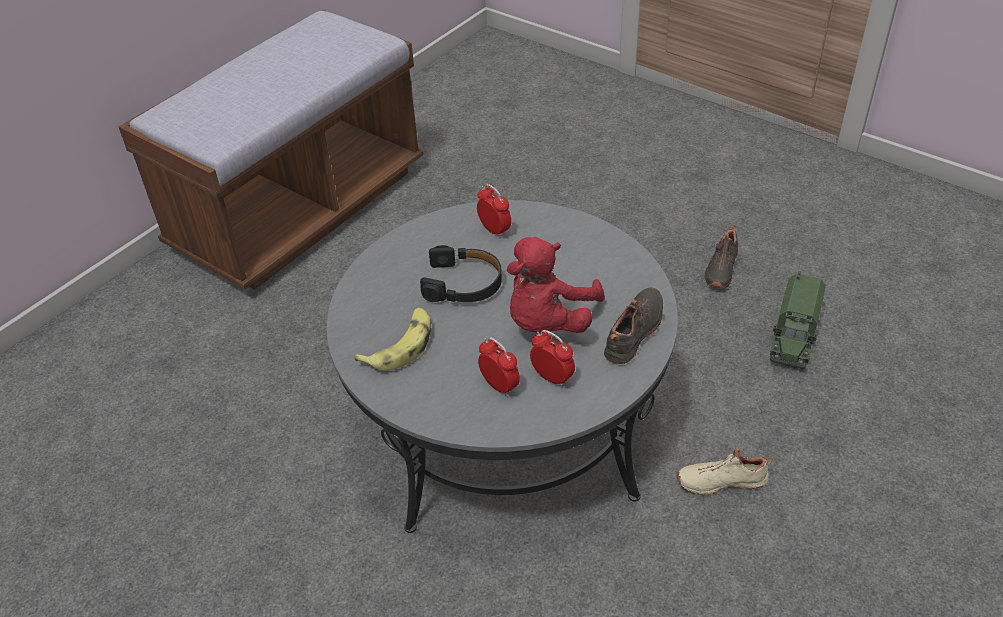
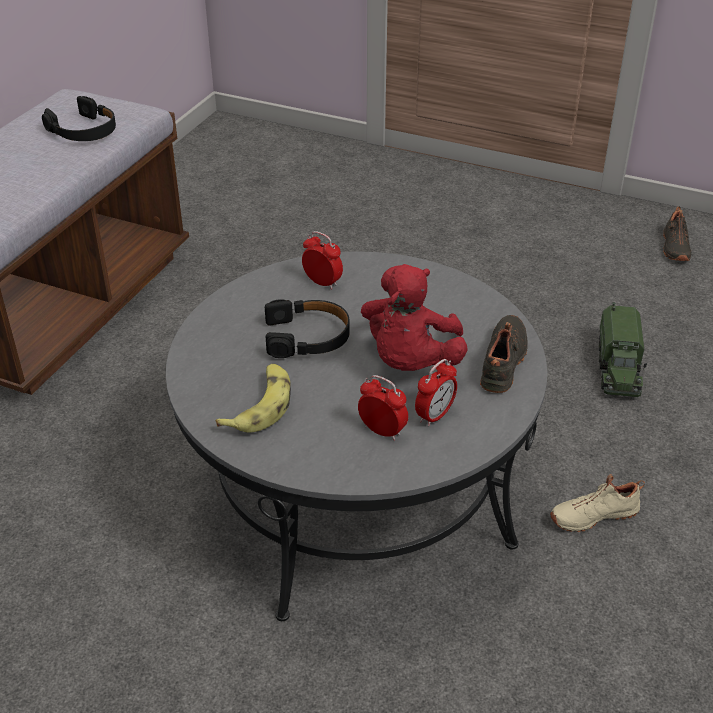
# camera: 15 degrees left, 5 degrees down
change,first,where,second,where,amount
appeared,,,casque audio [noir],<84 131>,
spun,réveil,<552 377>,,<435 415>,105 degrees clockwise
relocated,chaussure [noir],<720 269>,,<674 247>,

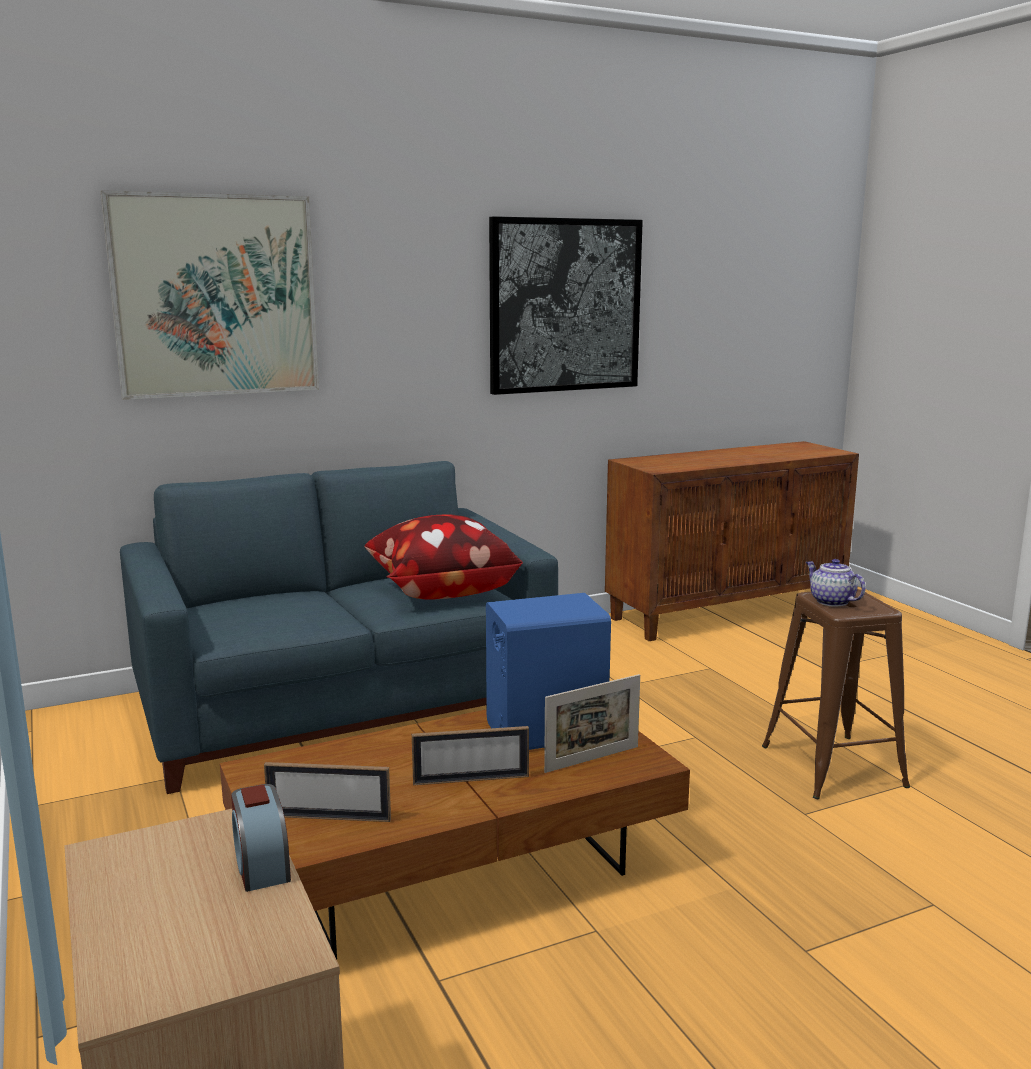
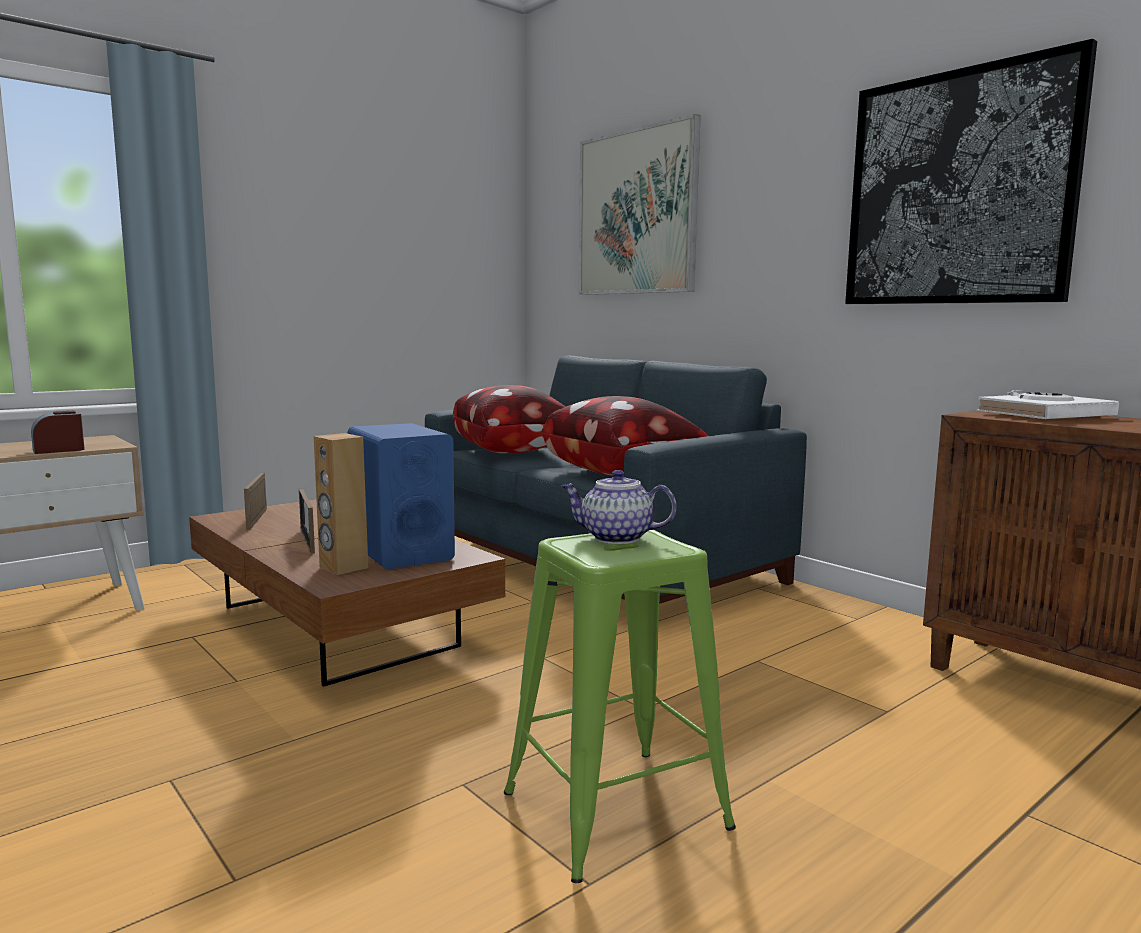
# camera: 75 degrees right, 5 degrees down
change,first,where,second,where,amount
exchanged,cadre photo,<592 759>,enceinte [marron],<343 567>,
appeared,,,coussin,<514 451>,
colour,tabouret [marron],<833 767>,tabouret [vert],<613 810>,
spun,théière,<831 601>,,<615 538>,120 degrees counterclockwise
appeared,,,livre [blanc],<1044 415>,

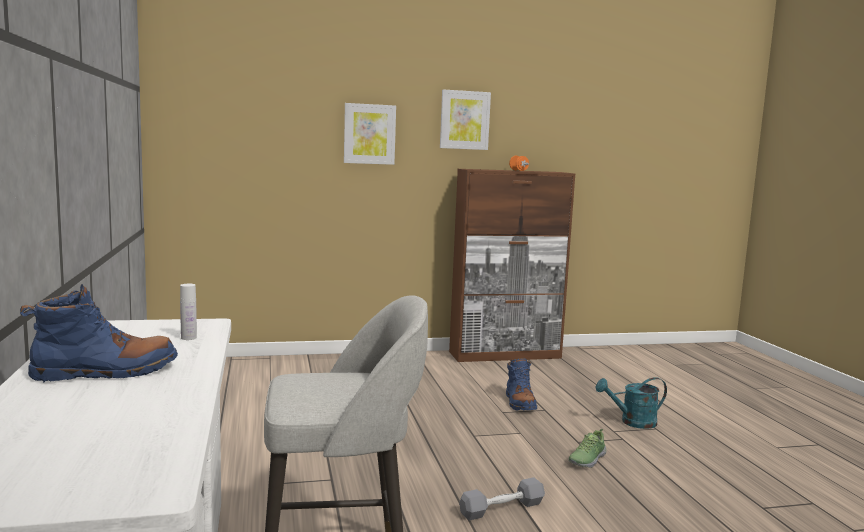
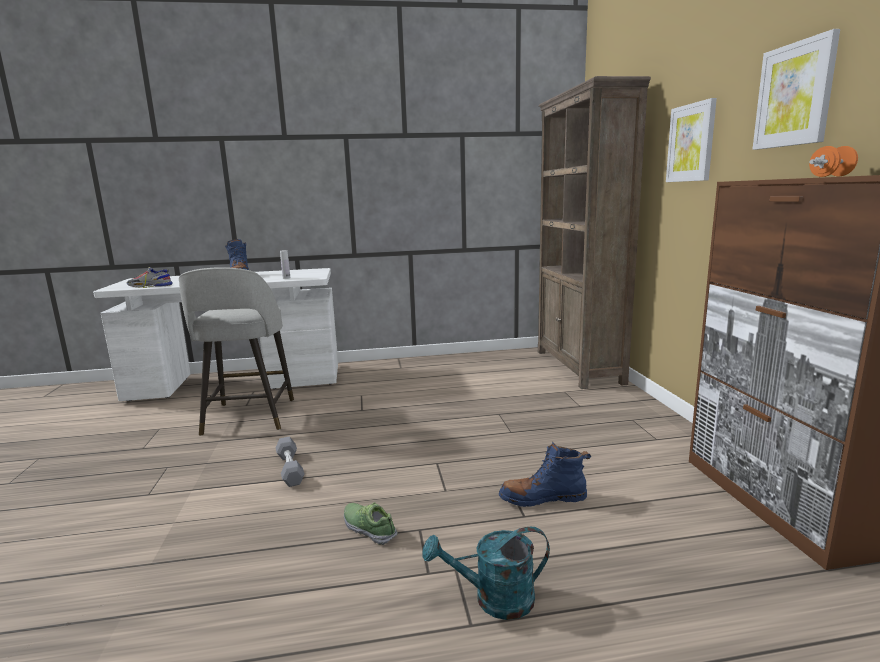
# camera: 95 degrees right, 5 degrees up
change,first,where,second,where,amount
appeared,,,chaussure,<150 286>,
spun,arrosoir [turquoise],<632 422>,,<493 600>,90 degrees counterclockwise
appeared,,,bibliothèque [marron],<578 367>,

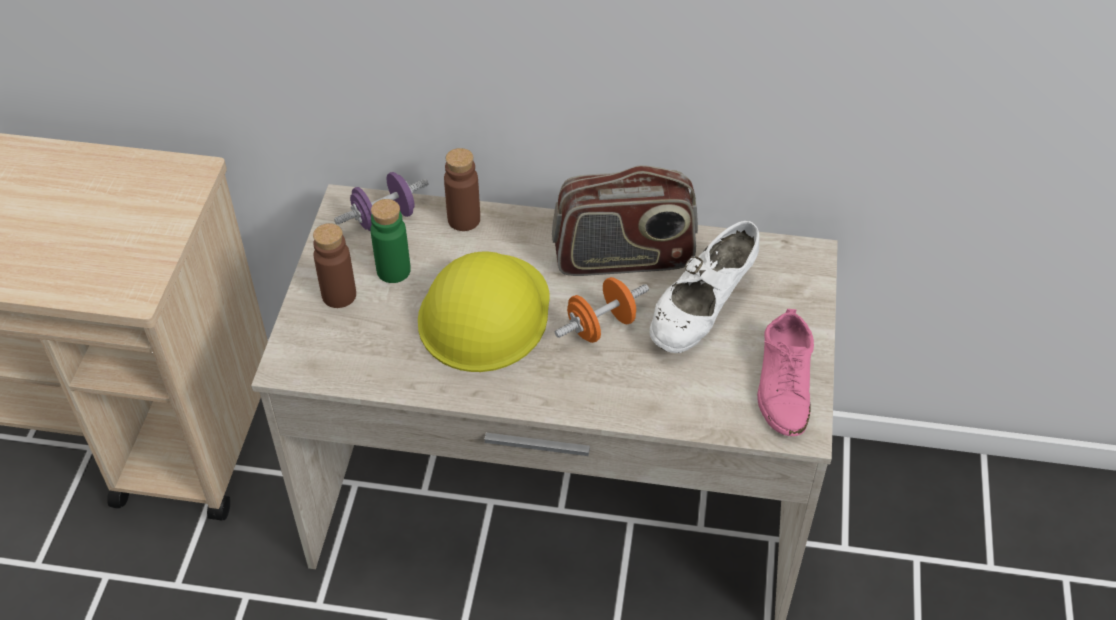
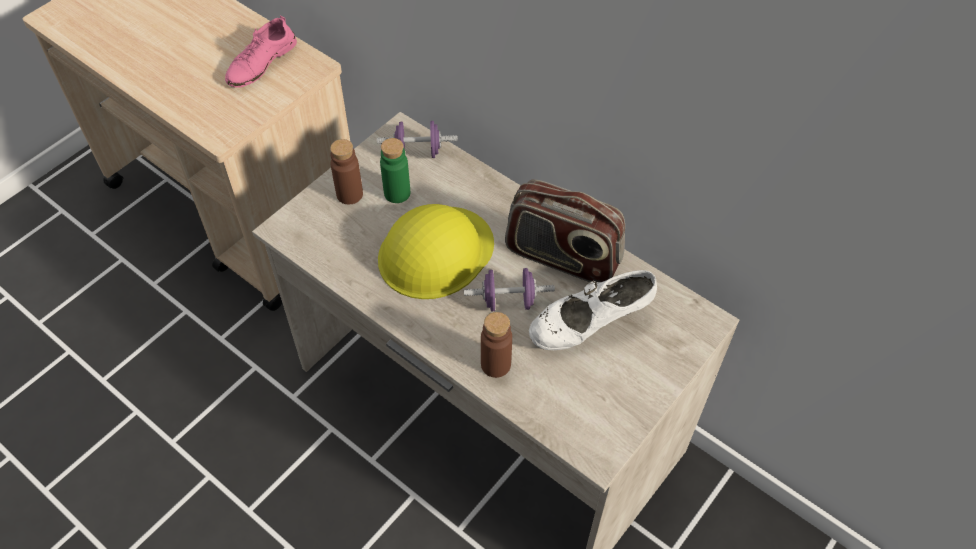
# camera: 30 degrees right, 5 degrees up
change,first,where,second,where,amount
relocated,chaussure [rose],<784 384>,,<261 62>,
colour,haltère [orange],<601 326>,haltère [violet],<508 301>,
relocated,bouteille [marron],<464 219>,,<495 364>,

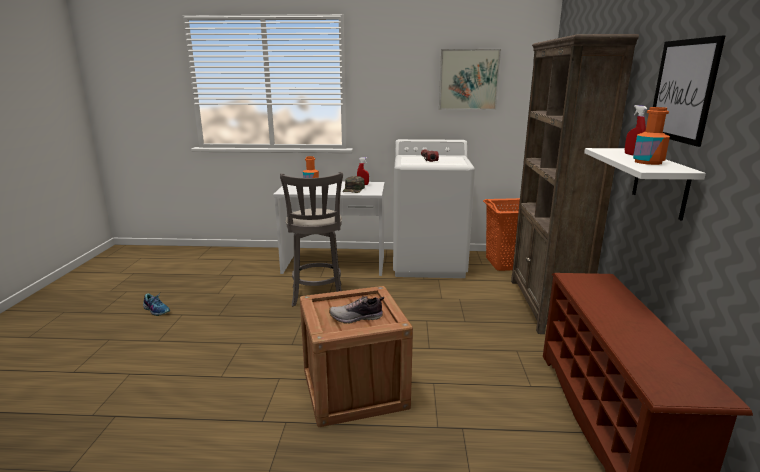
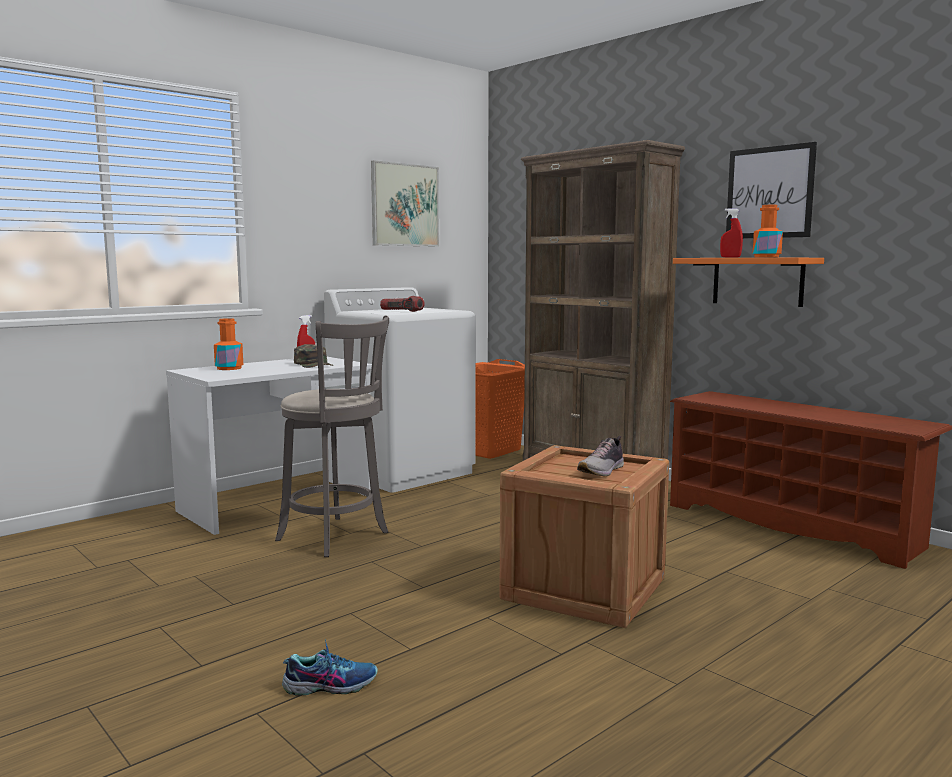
# camera: 45 degrees left, 10 degrees down
change,first,where,second,where,amount
relocated,chaussure,<157 310>,,<330 685>,
colour,étagère [blanc],<660 182>,étagère [orange],<757 281>,

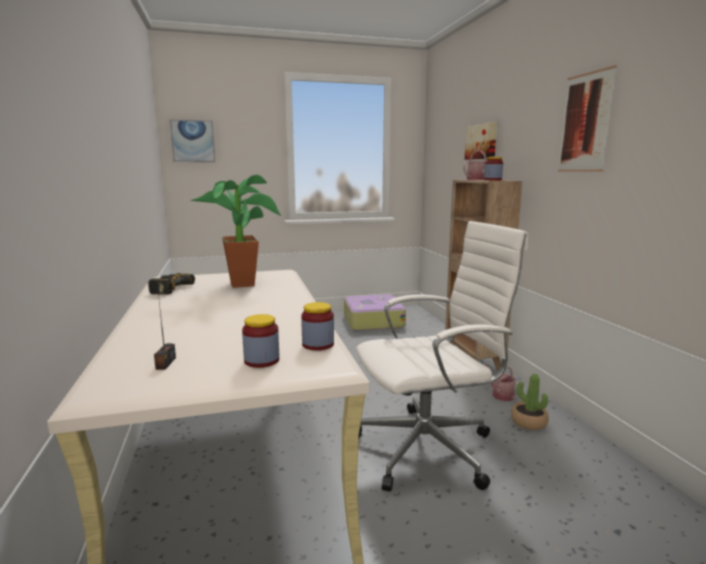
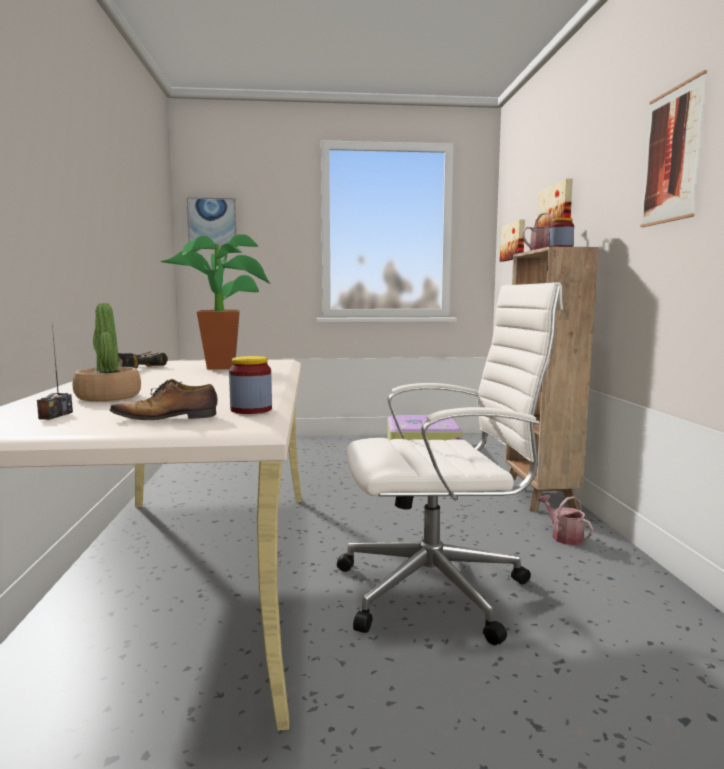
# camera: 10 degrees right, 5 degrees down
change,first,where,second,where,amount
relocated,plante en pot,<528 422>,,<108 397>,
exchanged,bocal,<261 360>,chaussure,<167 418>,
appeared,,,tableau,<514 241>,

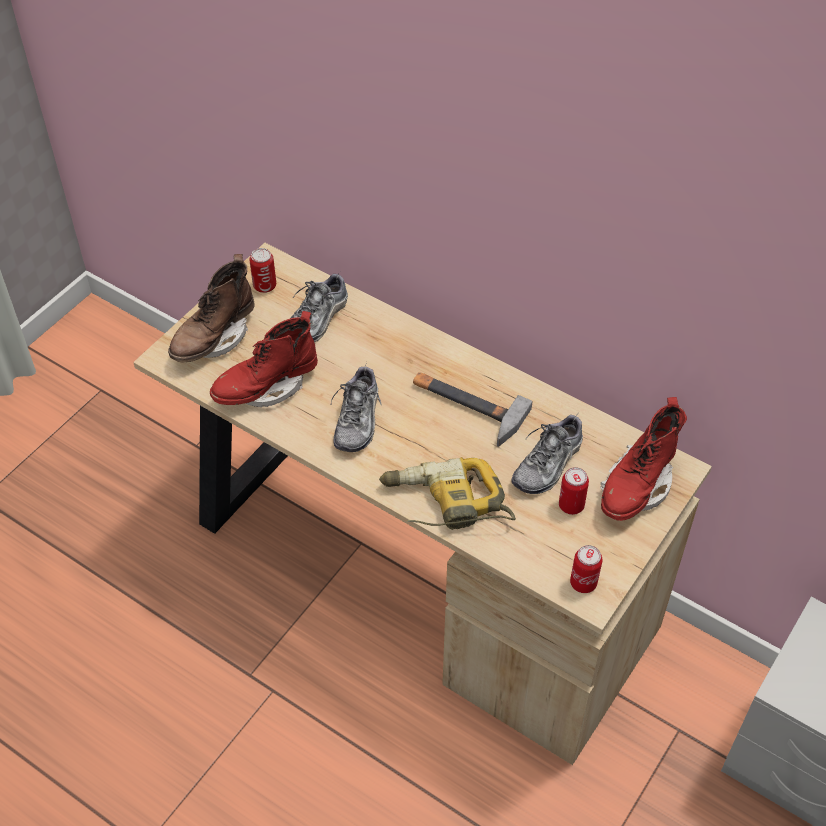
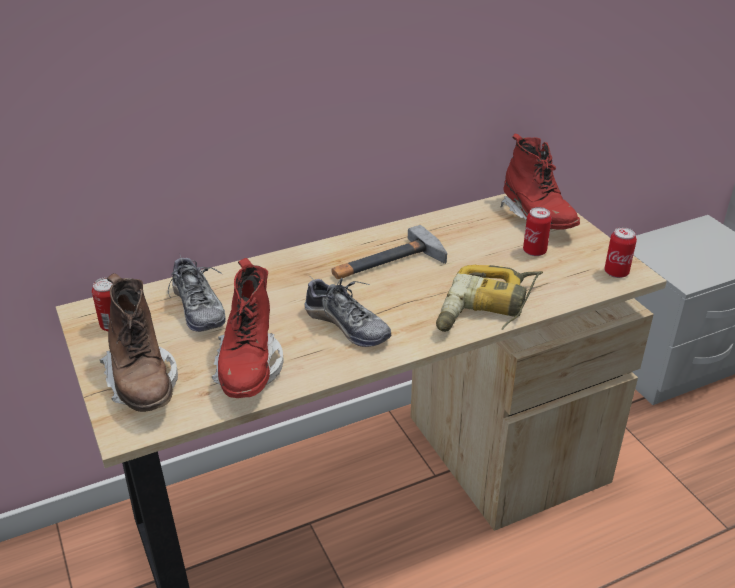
# camera: 60 degrees left, 15 degrees down
change,first,where,second,where,amount
missing,chaussure,<548 464>,,,

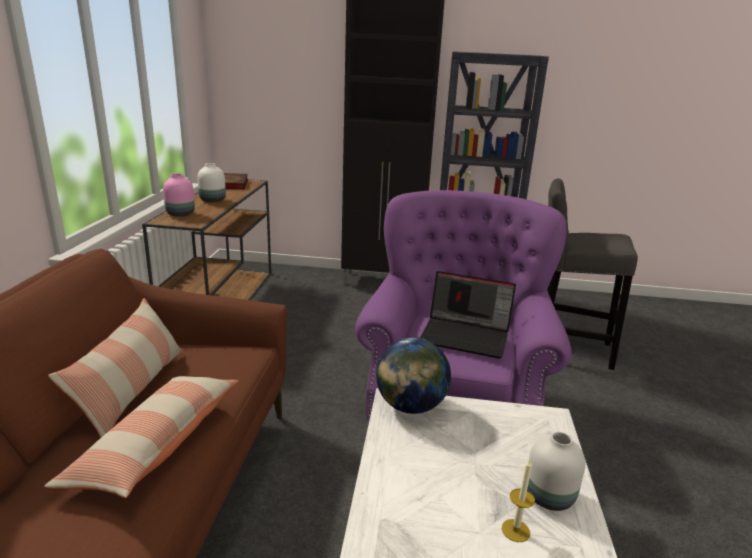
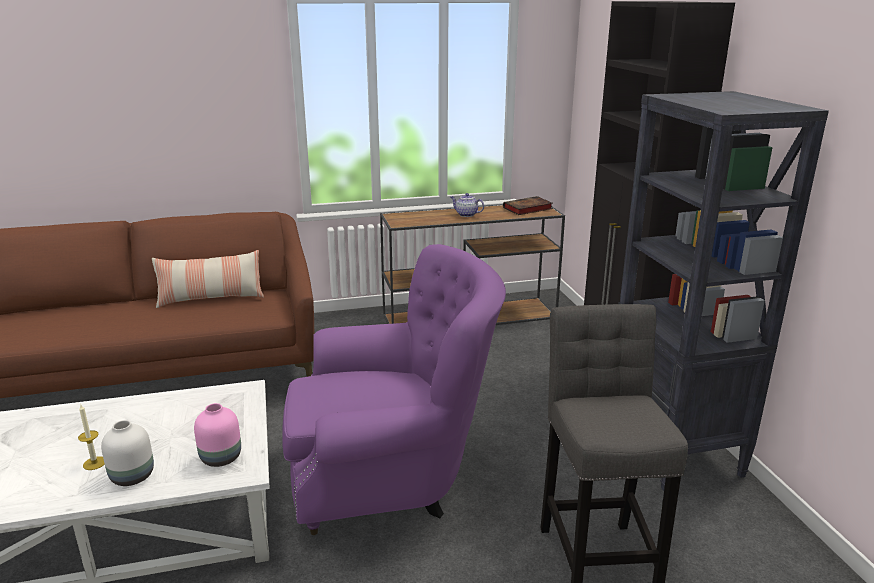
# camera: 70 degrees right, 0 degrees up
change,first,where,second,where,amount
relocated,vase [rose],<181 214>,,<220 458>,
exchanged,vase [blanc],<212 200>,théière,<466 215>,
missing,coussin,<156 445>,,,
missing,globe,<410 406>,,,
missing,ordinateur portable,<466 336>,,,

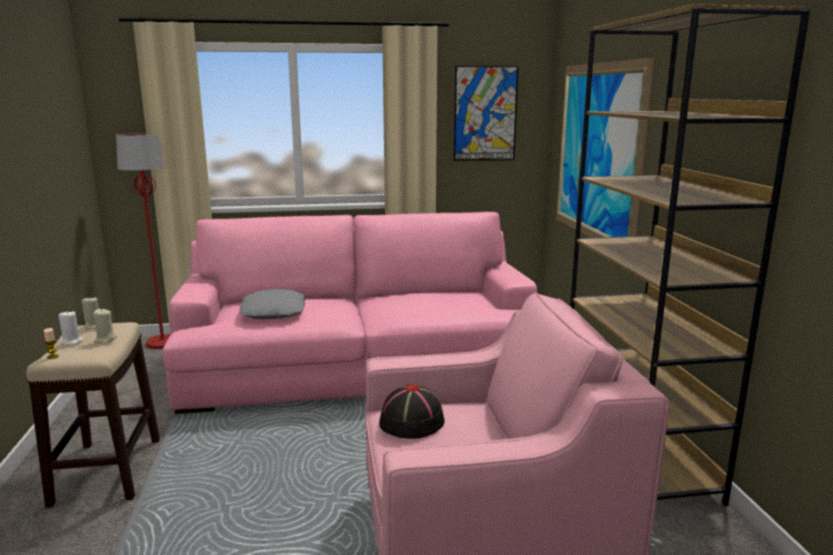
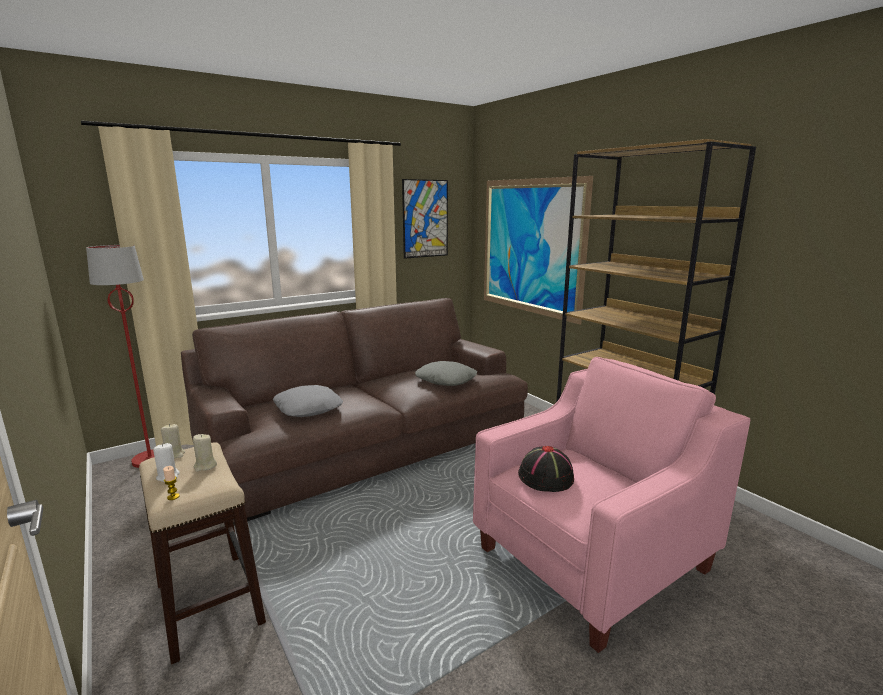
# camera: 25 degrees left, 0 degrees up
change,first,where,second,where,amount
colour,canapé [rose],<360 364>,canapé [marron],<367 441>,
appeared,,,coussin [gris],<446 379>,

